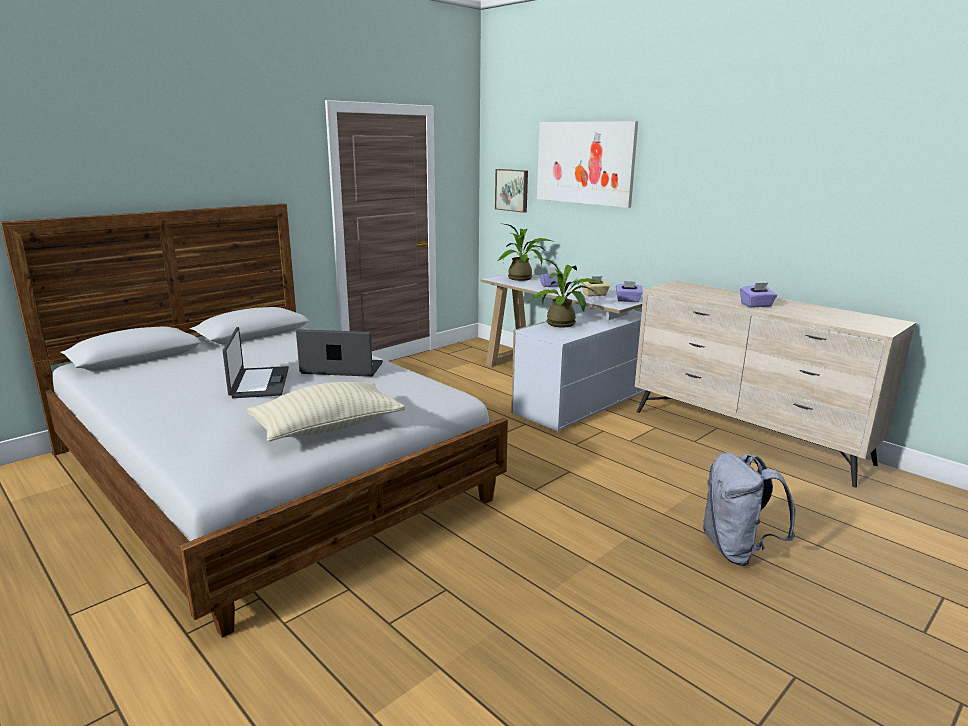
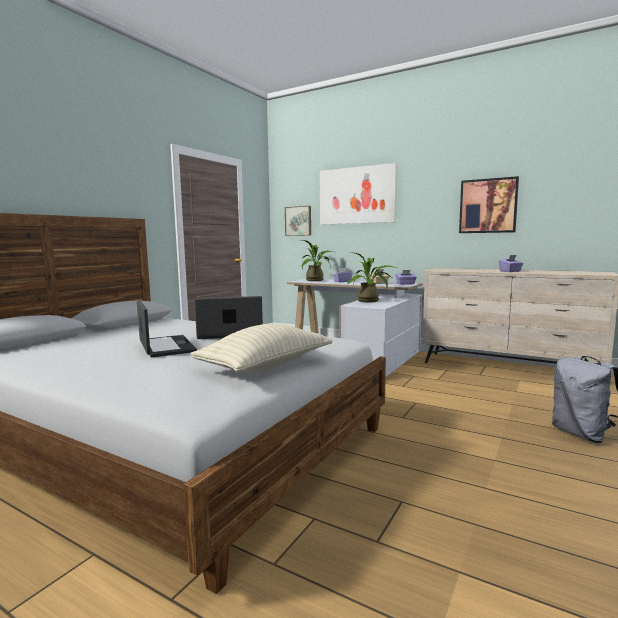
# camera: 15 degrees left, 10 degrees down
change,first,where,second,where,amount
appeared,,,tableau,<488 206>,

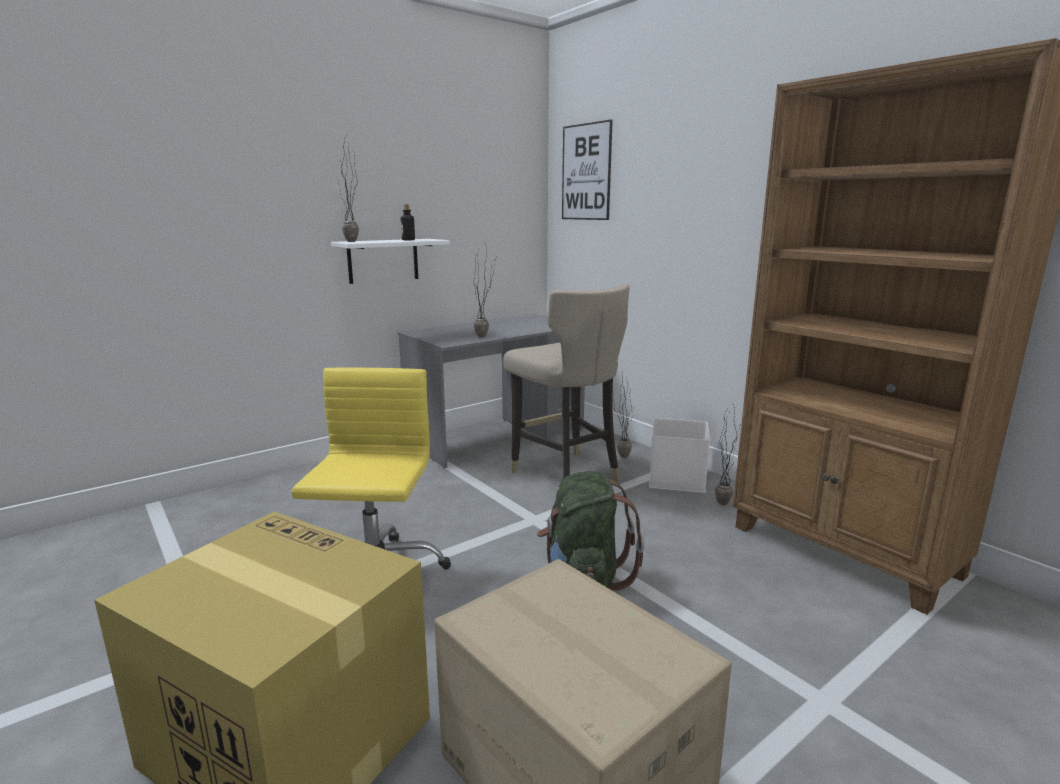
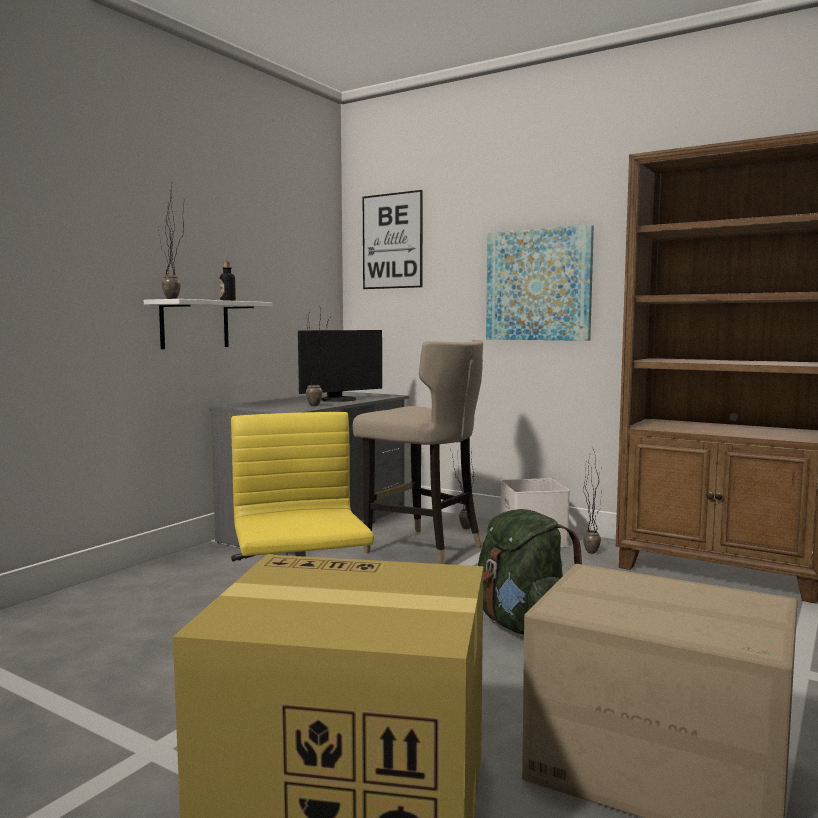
# camera: 20 degrees left, 10 degrees down
change,first,where,second,where,amount
appeared,,,écran d'ordinateur,<340 400>,
appeared,,,tableau,<538 285>,

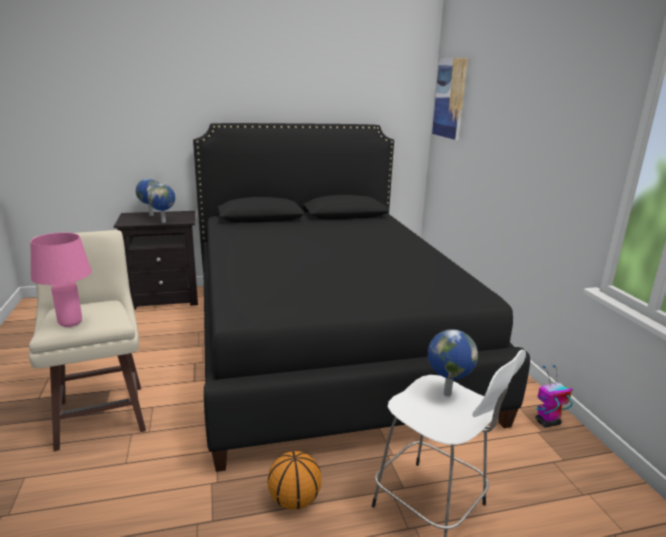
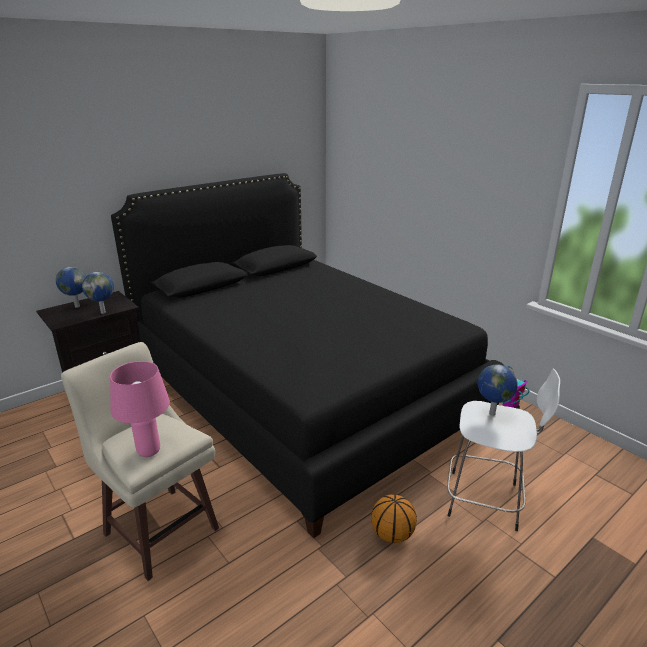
# camera: 25 degrees left, 5 degrees up
change,first,where,second,where,amount
missing,tableau,<450 98>,,,

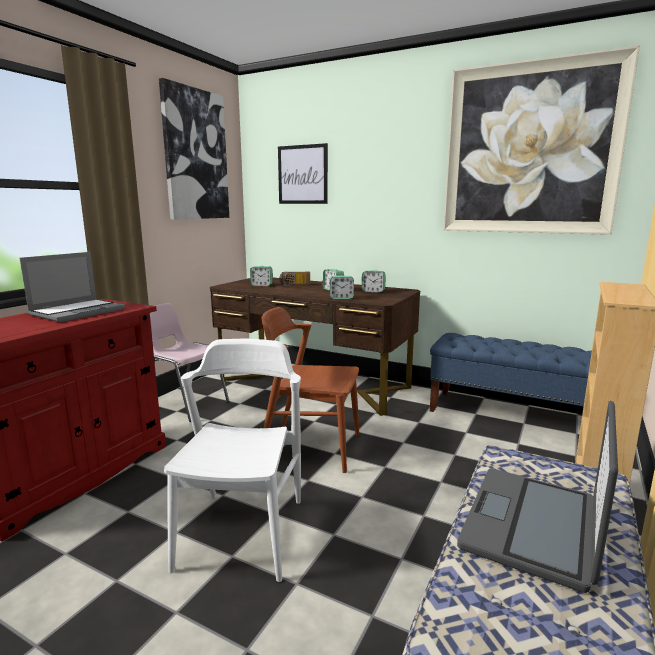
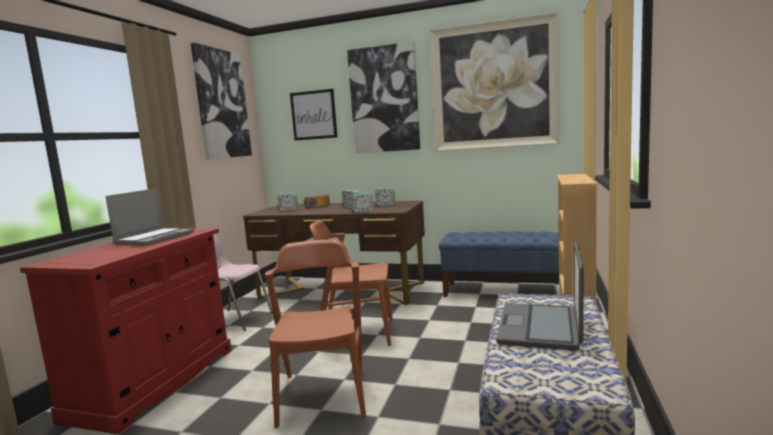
# camera: 10 degrees left, 5 degrees down
change,first,where,second,where,amount
colour,chaise [blanc],<242 532>,chaise [marron],<323 395>,
appeared,,,tableau,<384 99>,

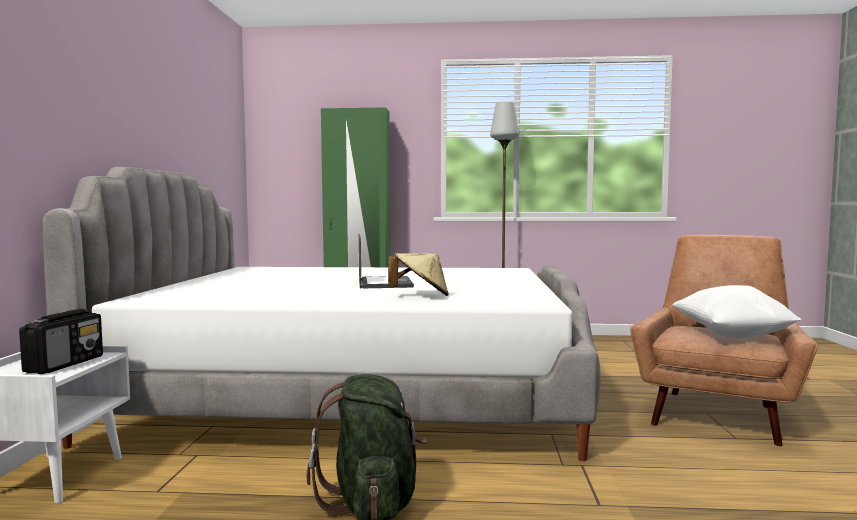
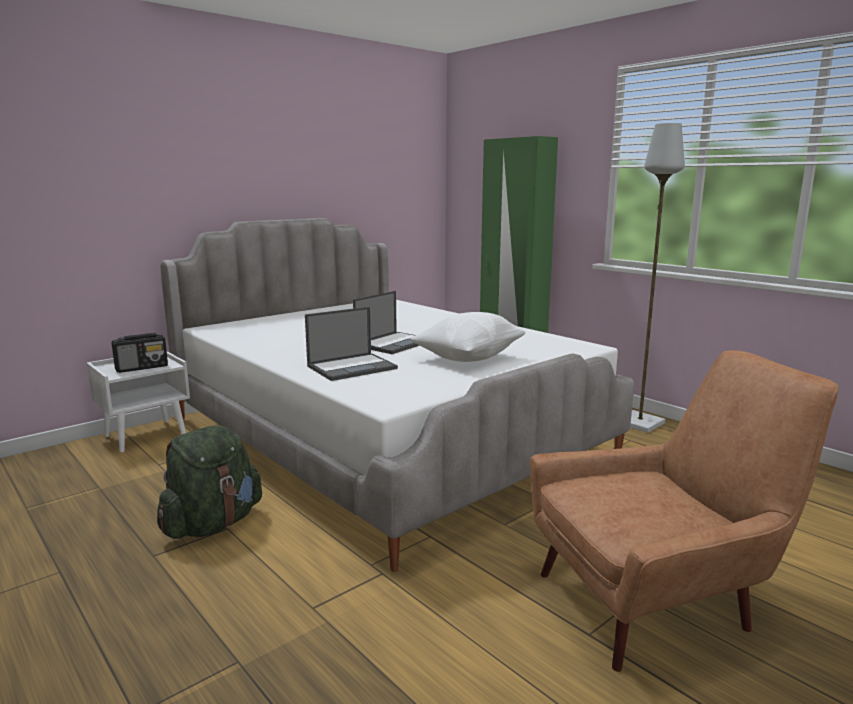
# camera: 45 degrees right, 10 degrees up
change,first,where,second,where,amount
exchanged,chapeau [beige],<421 296>,ordinateur portable,<352 367>,
relocated,coussin [blanc],<731 335>,,<468 358>,

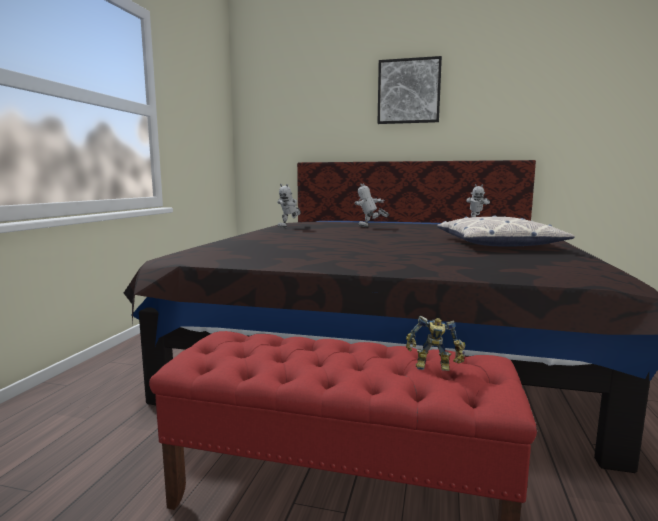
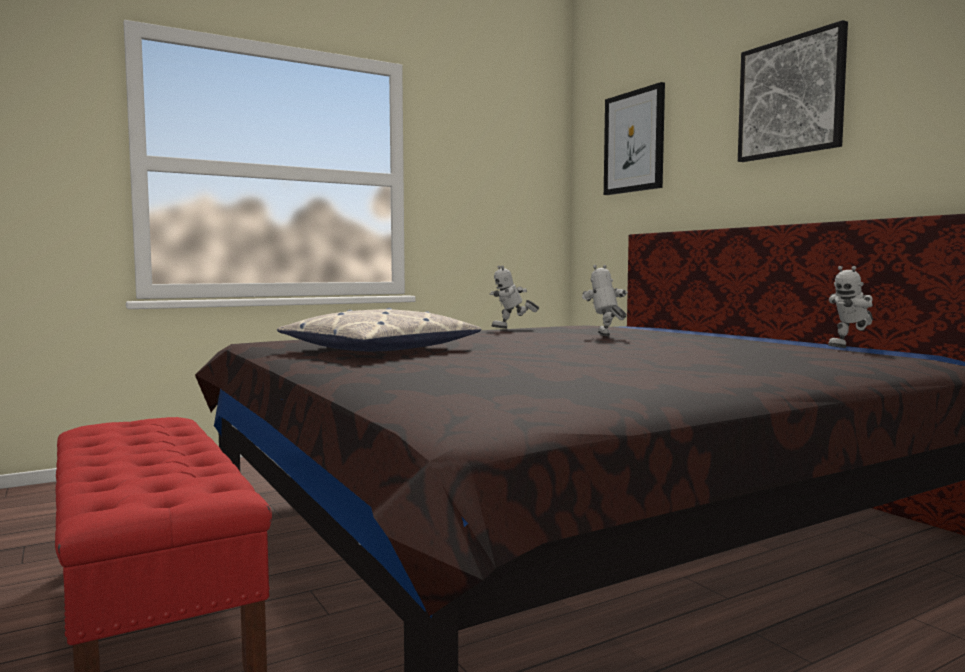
# camera: 45 degrees right, 5 degrees down
change,first,where,second,where,amount
relocated,coussin,<497 244>,,<379 349>,
appeared,,,tableau,<634 142>,
missing,robot jouet,<434 367>,,,

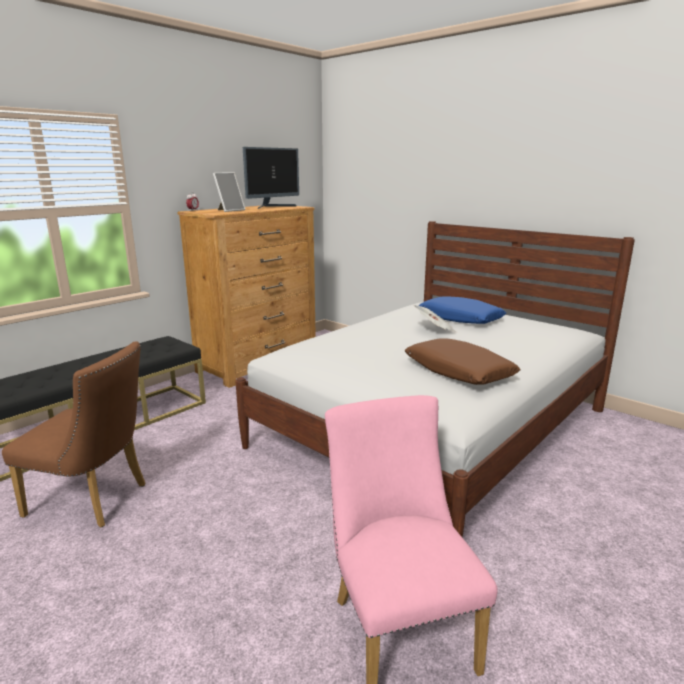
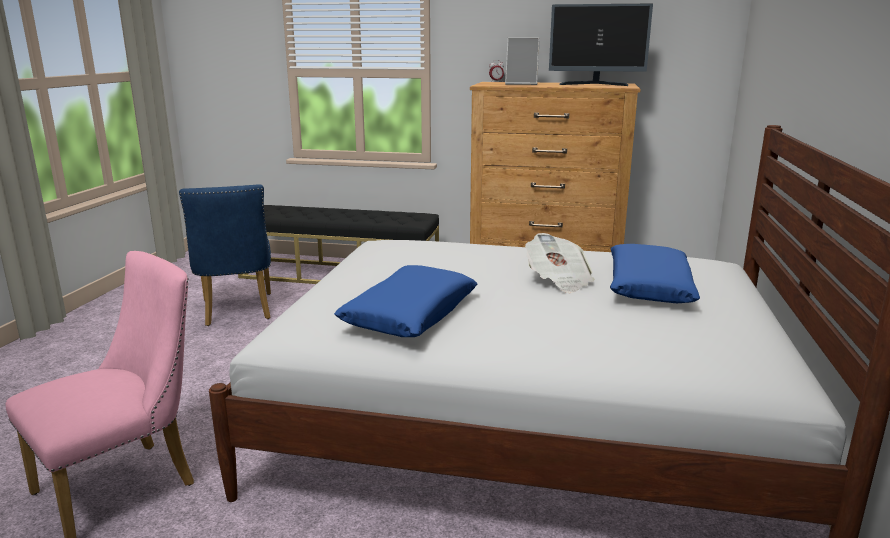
# camera: 60 degrees right, 0 degrees up
change,first,where,second,where,amount
colour,chaise [marron],<95 501>,chaise [bleu],<237 312>,
colour,coussin [marron],<458 371>,coussin [bleu],<410 314>,

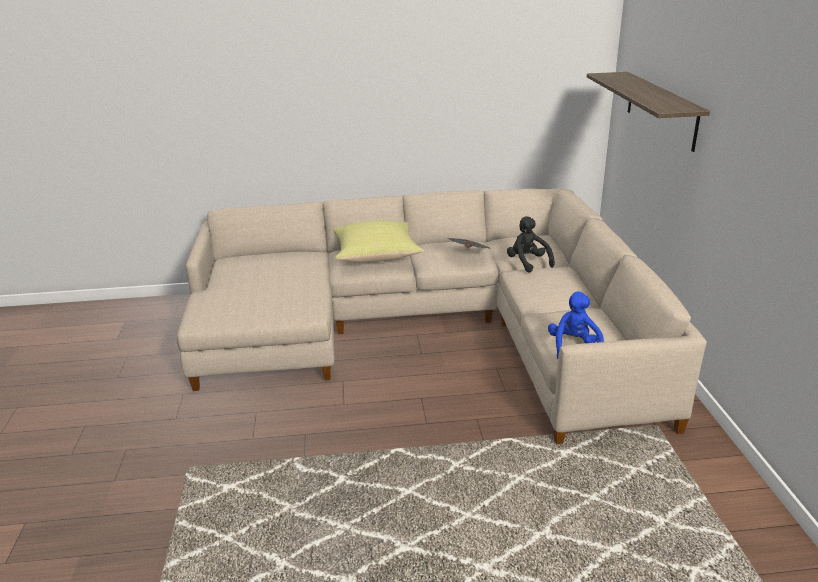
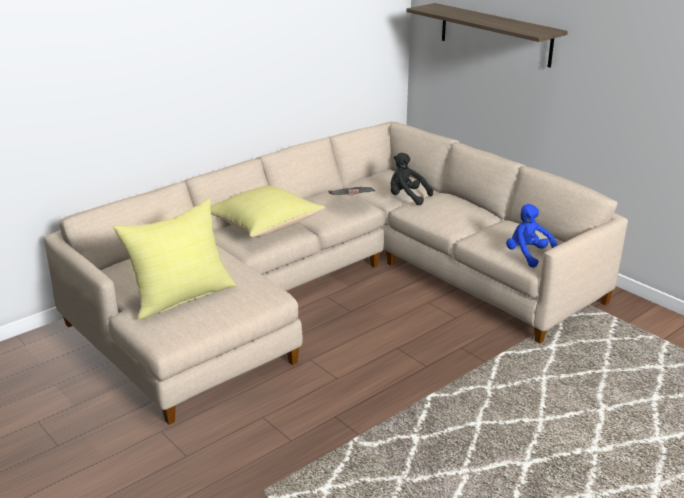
# camera: 35 degrees left, 0 degrees up
change,first,where,second,where,amount
appeared,,,coussin [jaune],<181 297>,

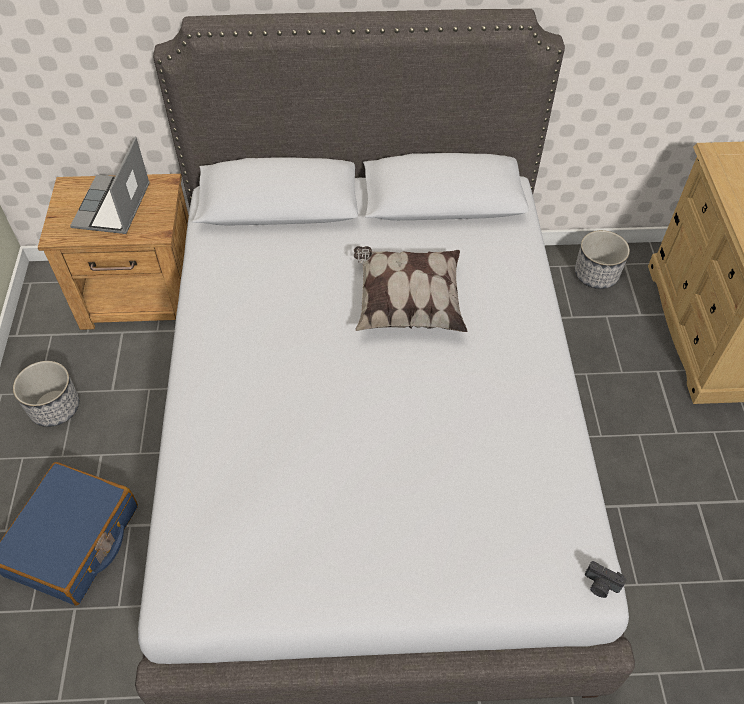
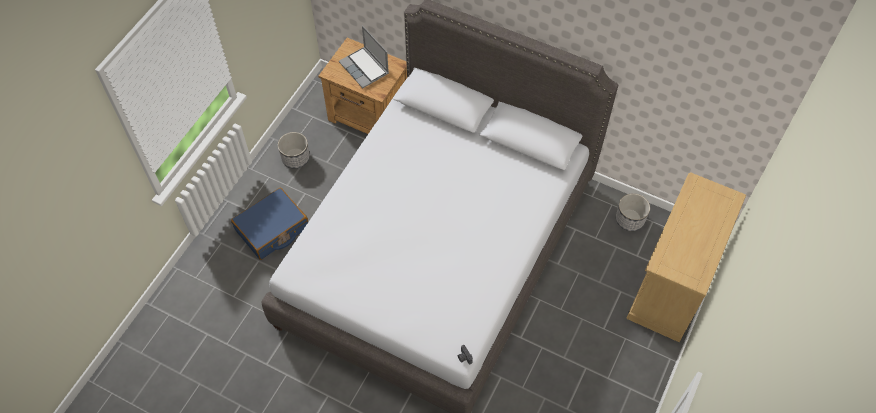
# camera: 30 degrees right, 5 degrees up
change,first,where,second,where,amount
spun,ordinateur portable,<113 207>,,<365 68>,75 degrees counterclockwise
missing,coussin,<407 304>,,,

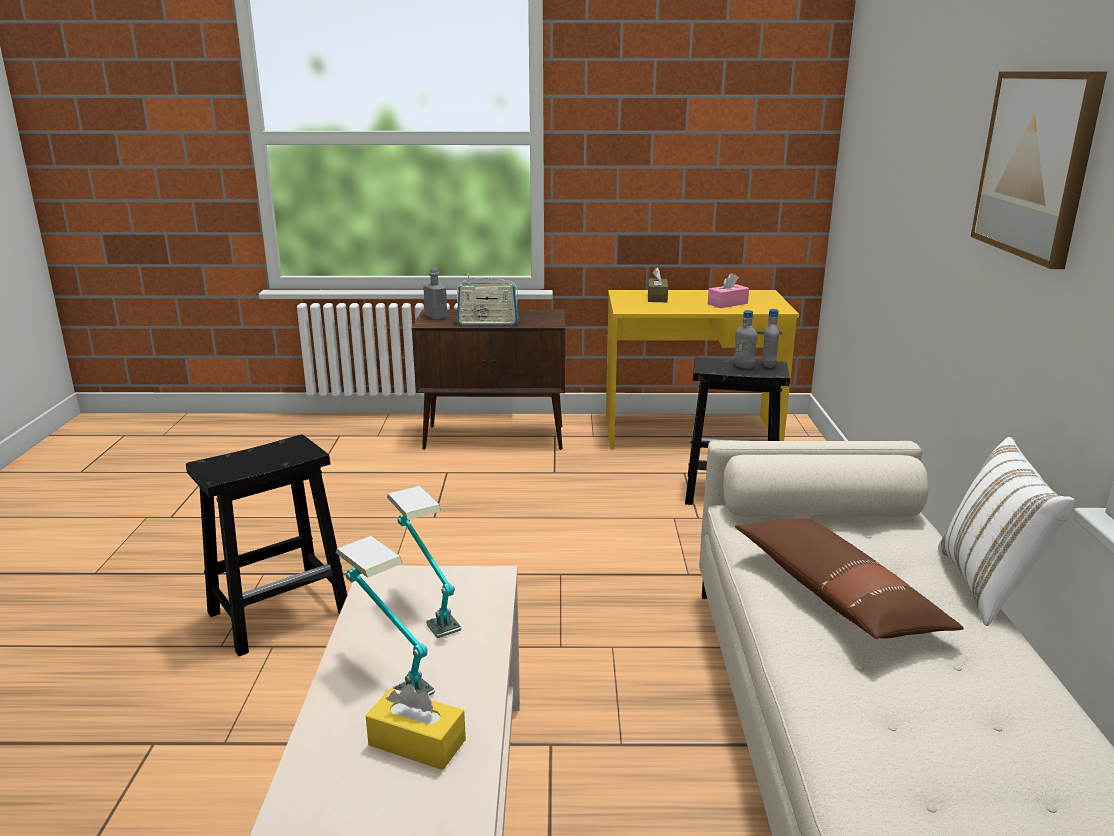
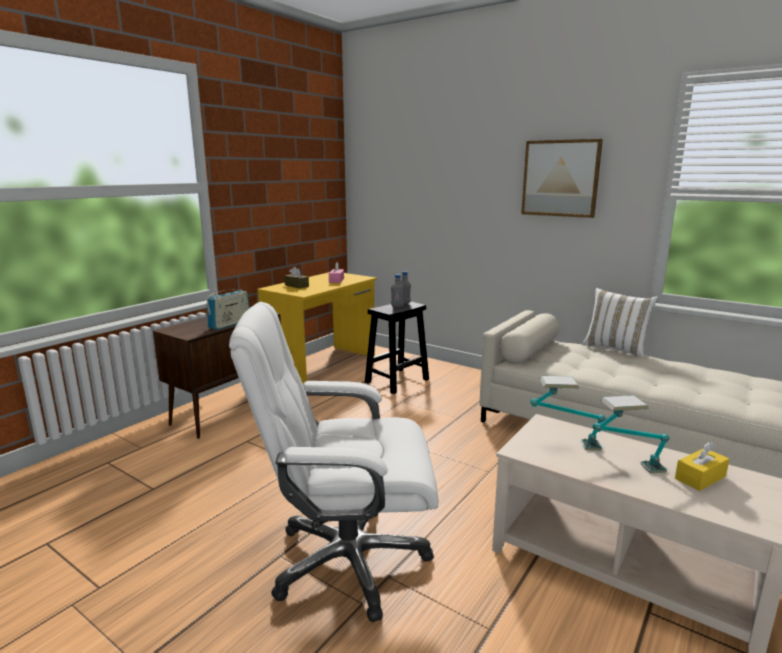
# camera: 55 degrees left, 5 degrees down
change,first,where,second,where,amount
exchanged,tabouret [noir],<281 612>,chaise de bureau [blanc],<347 561>,
missing,bouteille [gris],<436 317>,,,
missing,coussin [marron],<836 596>,,,

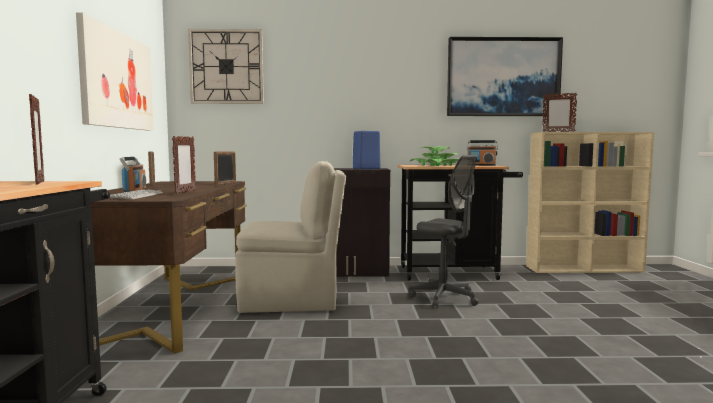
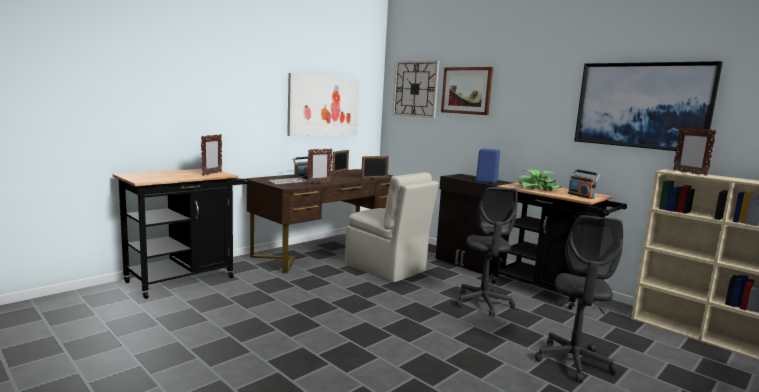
# camera: 45 degrees right, 5 degrees up
change,first,where,second,where,amount
appeared,,,tableau,<466 90>,
appeared,,,chaise de bureau [gris],<573 362>,

